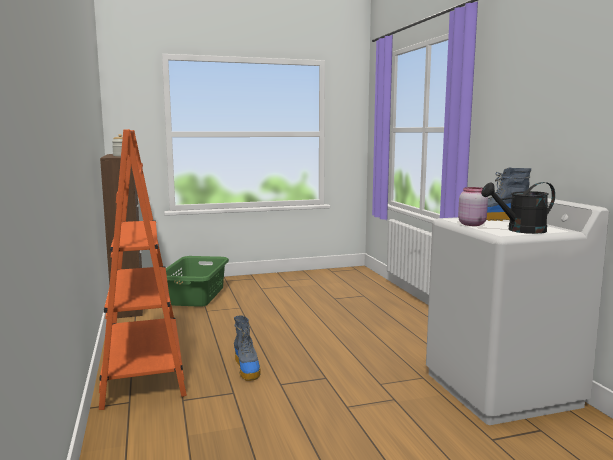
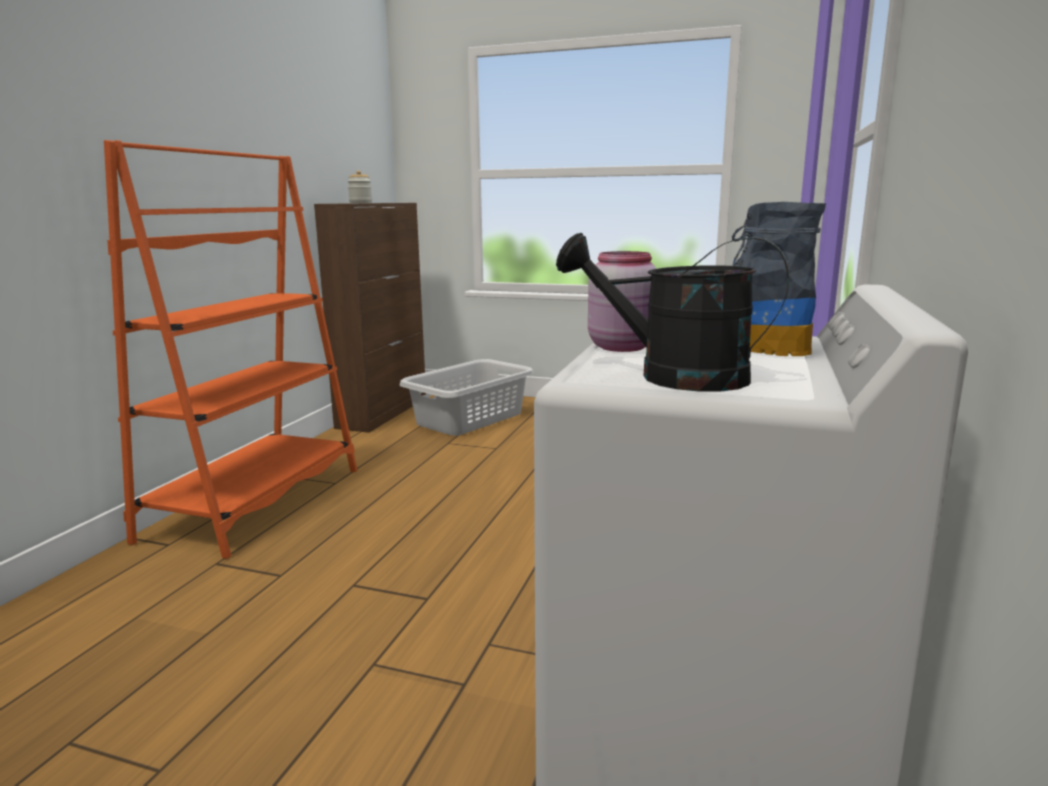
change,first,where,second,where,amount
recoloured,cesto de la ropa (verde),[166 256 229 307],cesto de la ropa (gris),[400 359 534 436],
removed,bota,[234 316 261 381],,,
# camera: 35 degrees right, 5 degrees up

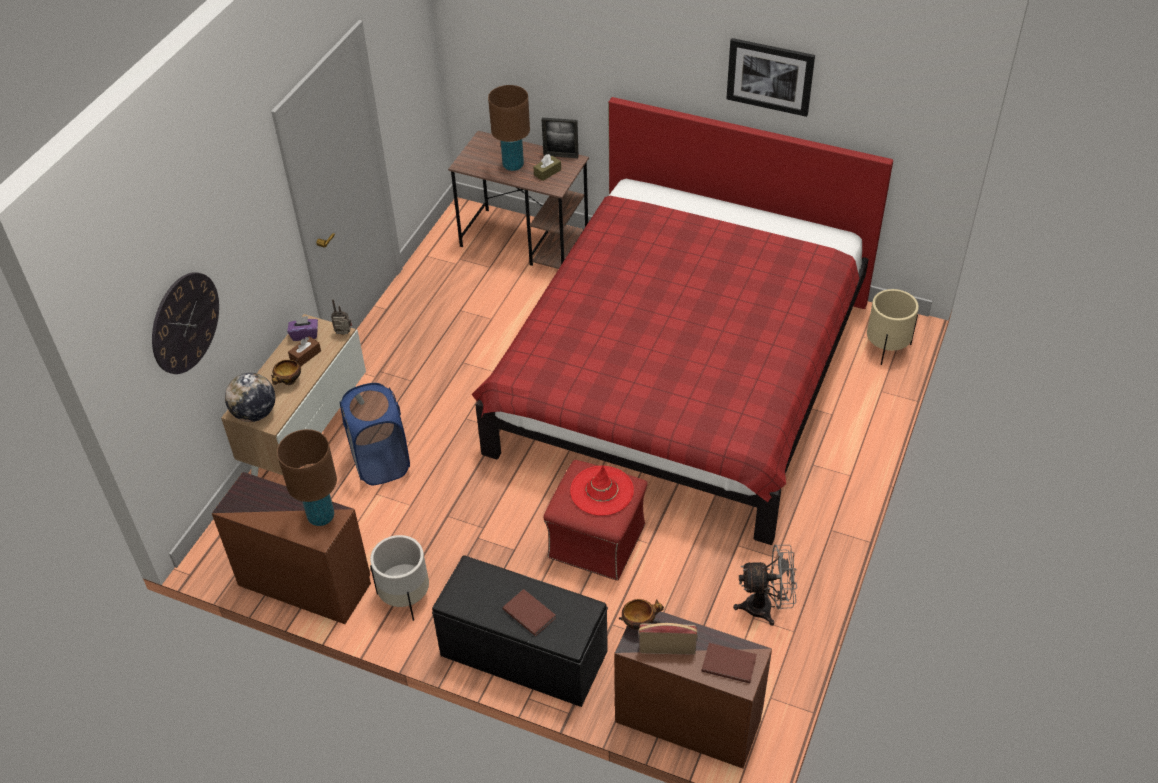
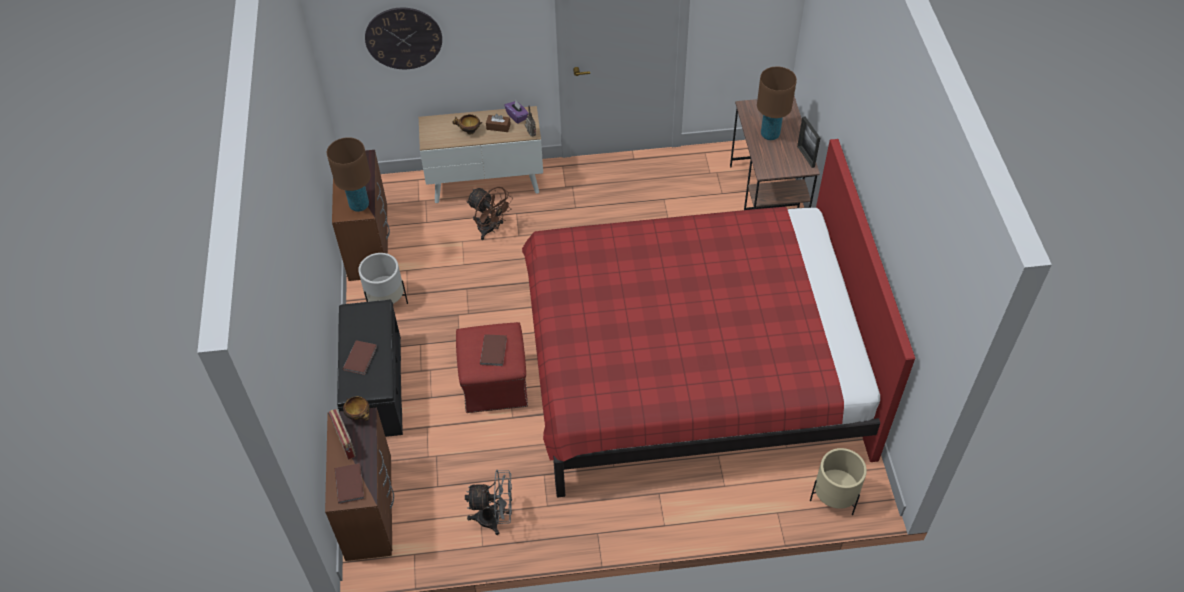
change,first,where,second,where,amount
removed,cuadro,[726 38 815 117],,,
removed,caja de pañuelos (marrón),[533 154 561 181],,,
removed,globo terráqueo,[225 373 275 422],,,
replaced,cesto de la ropa (azul),[340 383 410 485],ventilador (marrón),[466 187 513 240],
replaced,sombrero (rojo),[570 465 634 516],libro (marrón),[480 334 507 366],
turned,ventilador (gris),[733 545 797 626],,[465 470 512 535],60 degrees counterclockwise
# camera: 60 degrees right, 5 degrees up

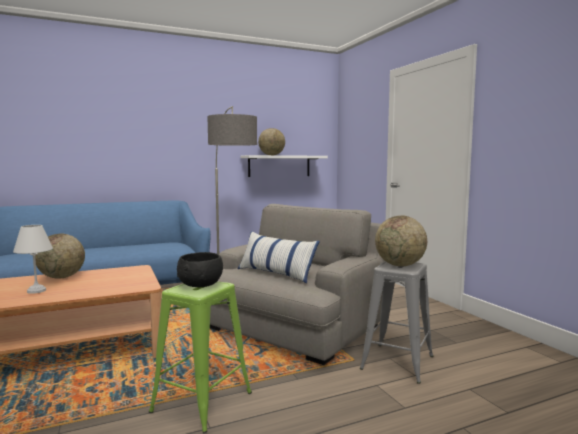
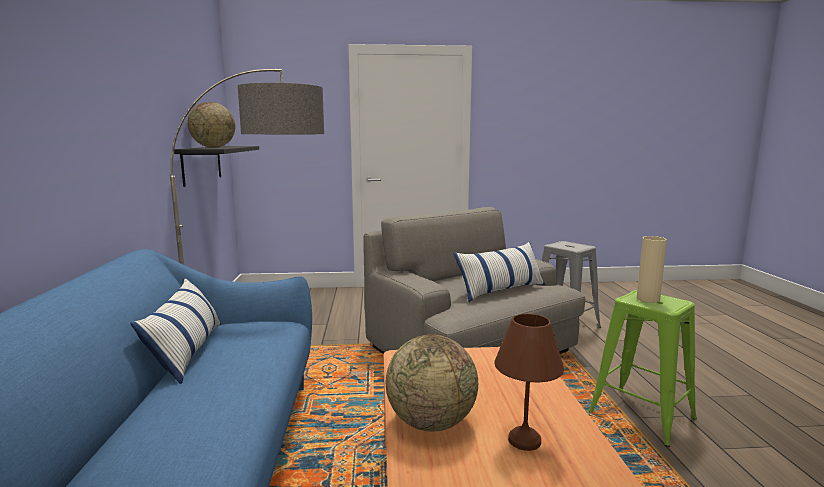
change,first,where,second,where,amount
recoloured,estante (blanco),[240 155 328 177],estante (negro),[174 146 259 187],
removed,globo terráqueo,[375 216 427 266],,,
recoloured,lámpara de mesa (blanco),[13 225 53 294],lámpara de mesa (marrón),[494 314 564 451],
replaced,cuenco (negro),[177 252 223 287],florero (beis),[637 236 667 303],
added,,,cojín,[130 278 221 384],
# camera: 70 degrees left, 5 degrees up

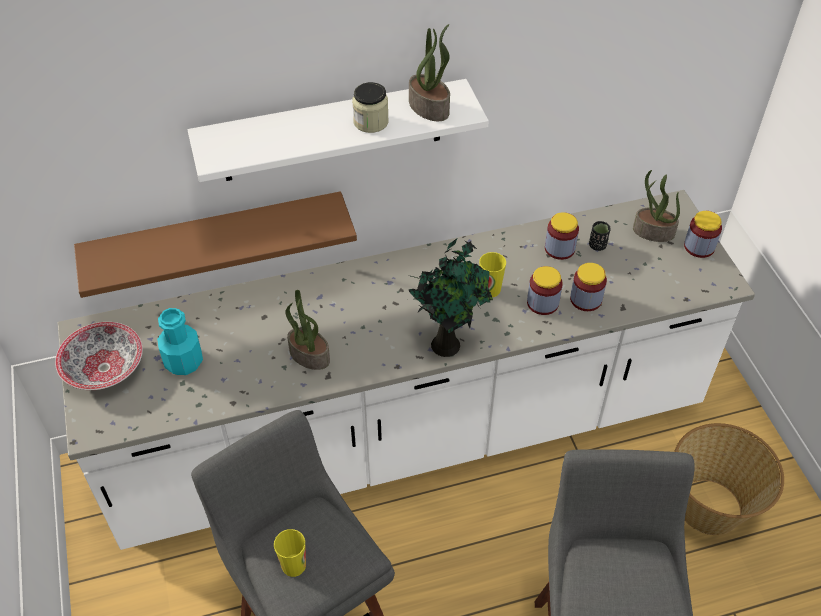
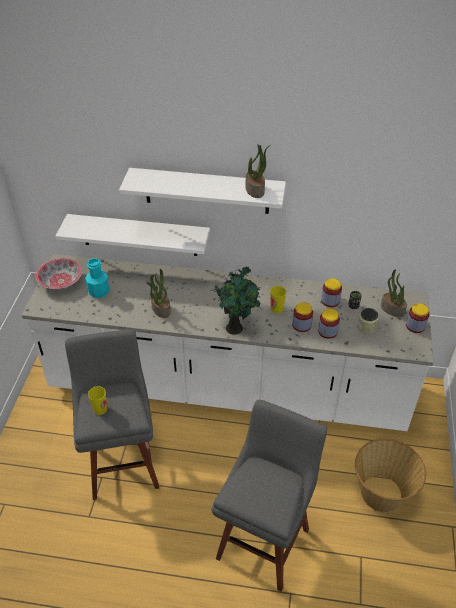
change,first,where,second,where,amount
moved,tarro,[352 82 389 133],,[357 308 378 334],
recoloured,estante (marrón),[74 191 357 298],estante (blanco),[55 214 210 256],
# camera: 25 degrees right, 5 degrees down

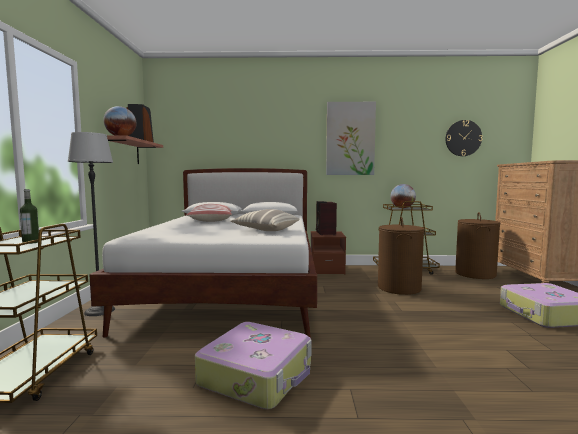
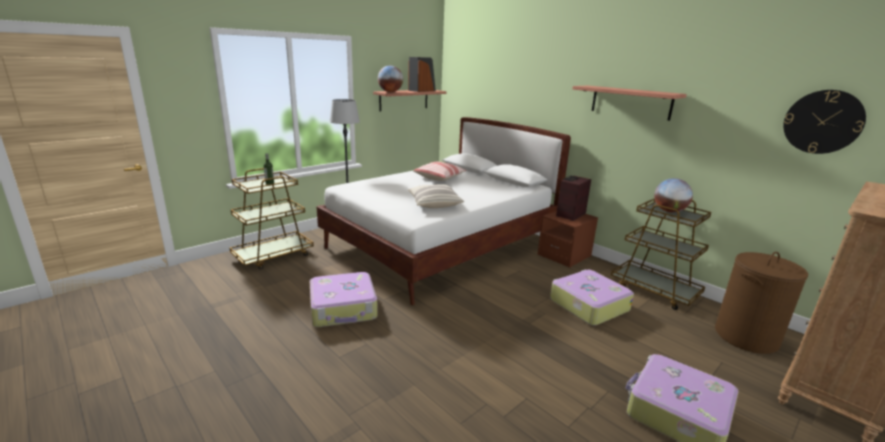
change,first,where,second,where,amount
replaced,cuadro,[326 102 376 175],estante,[572 86 687 121],
replaced,cesto de la ropa (marrón),[378 217 425 295],maleta,[550 270 634 326],
# camera: 45 degrees right, 15 degrees up

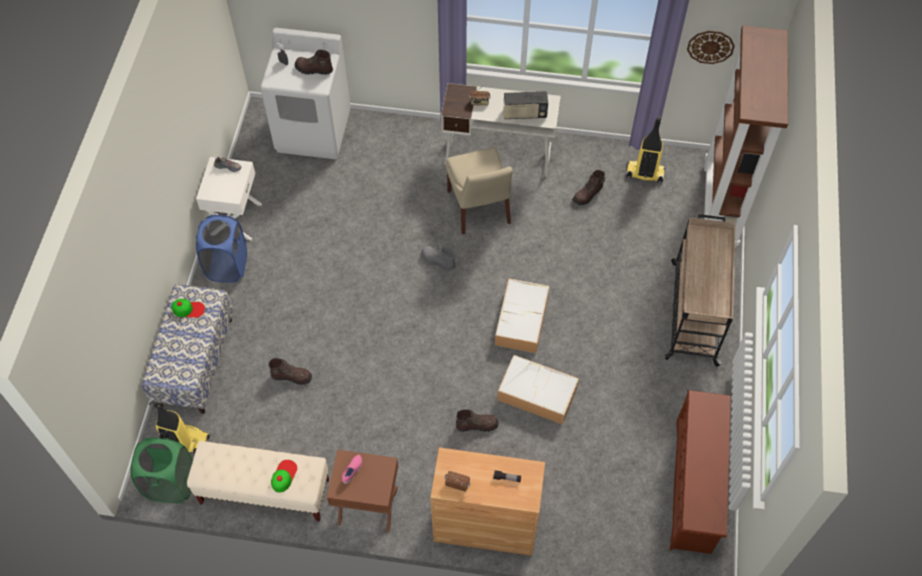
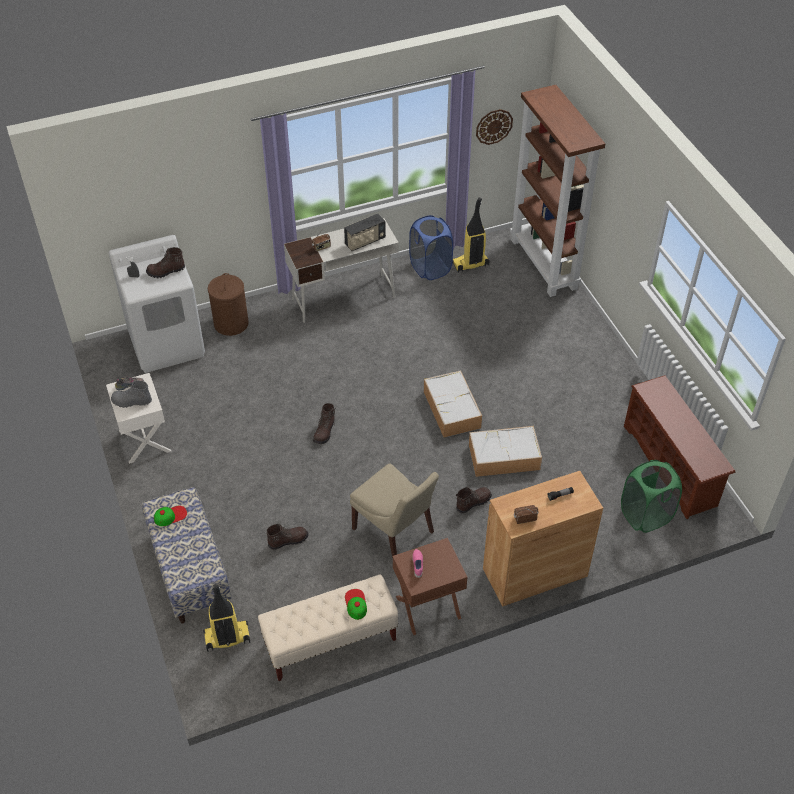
change,first,where,second,where,amount
moved,silla (beis),[446 148 513 235],,[350 463 439 558],
moved,bota (marrón),[572 170 606 205],,[313 403 335 444],
removed,carrito (beis),[665 214 736 367],,,
moved,cesto de la ropa (azul),[196 215 247 283],,[409 215 453 280],
moved,bota (gris),[421 246 456 271],,[111 381 152 408],
moved,cesto de la ropa (verde),[130 437 193 503],,[621 460 682 533],
added,,,cesto de la ropa (marrón),[208 273 249 336],
# camera: 30 degrees left, 10 degrees down

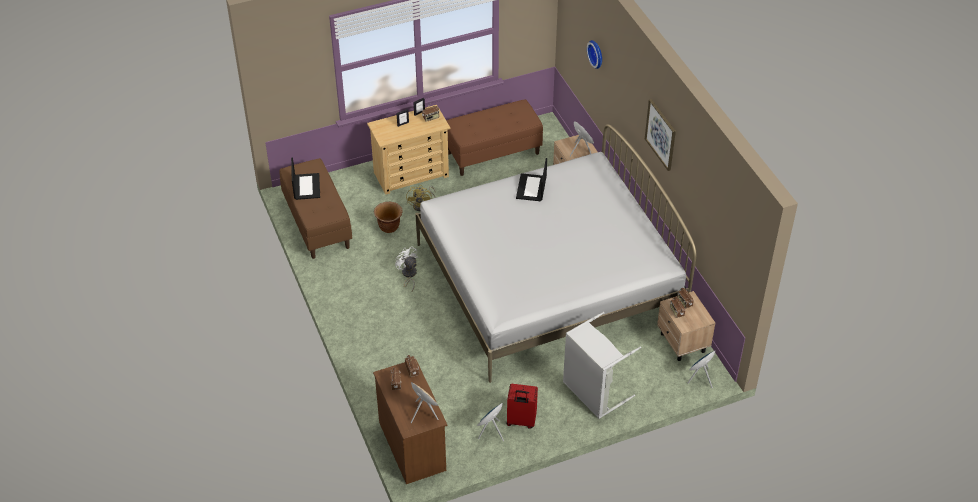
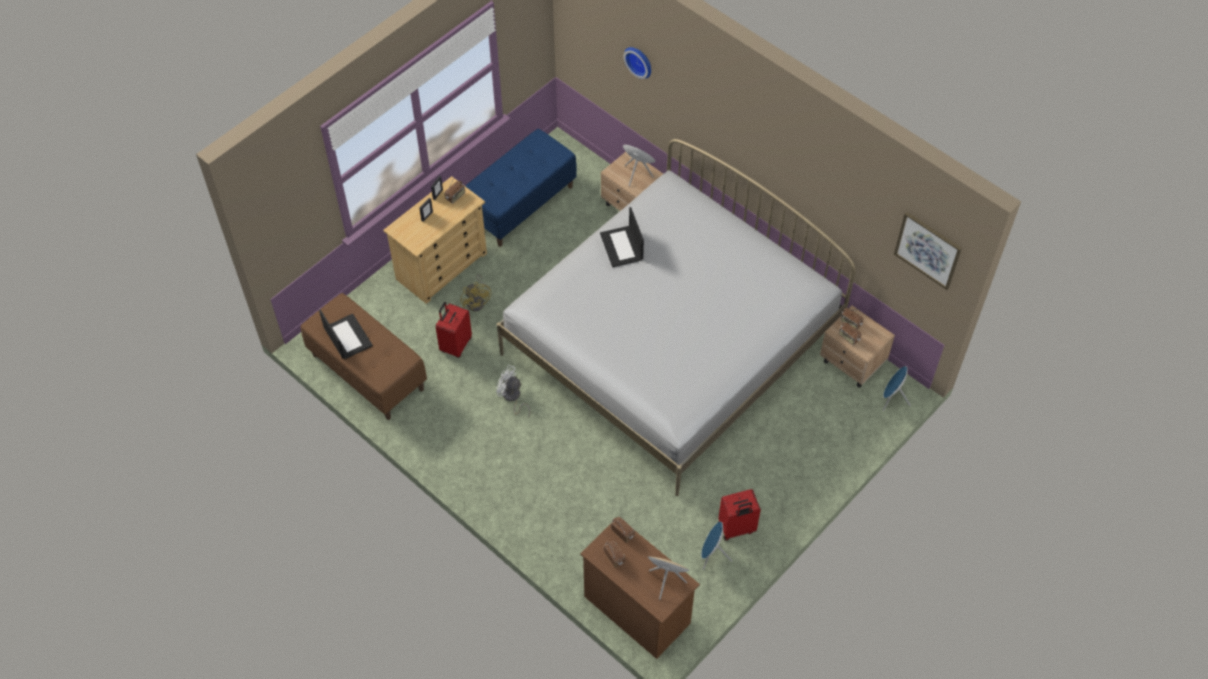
change,first,where,second,where,amount
recoloured,banco (marrón),[446 99 543 176],banco (azul),[465 129 577 247],
moved,cuadro,[645 99 676 171],,[894 212 962 290],
replaced,maceta (marrón),[374 202 403 233],maleta (rojo),[436 302 472 358],
removed,cesto de la ropa (gris),[563 312 641 419],,,
# camera: 25 degrees left, 10 degrees up

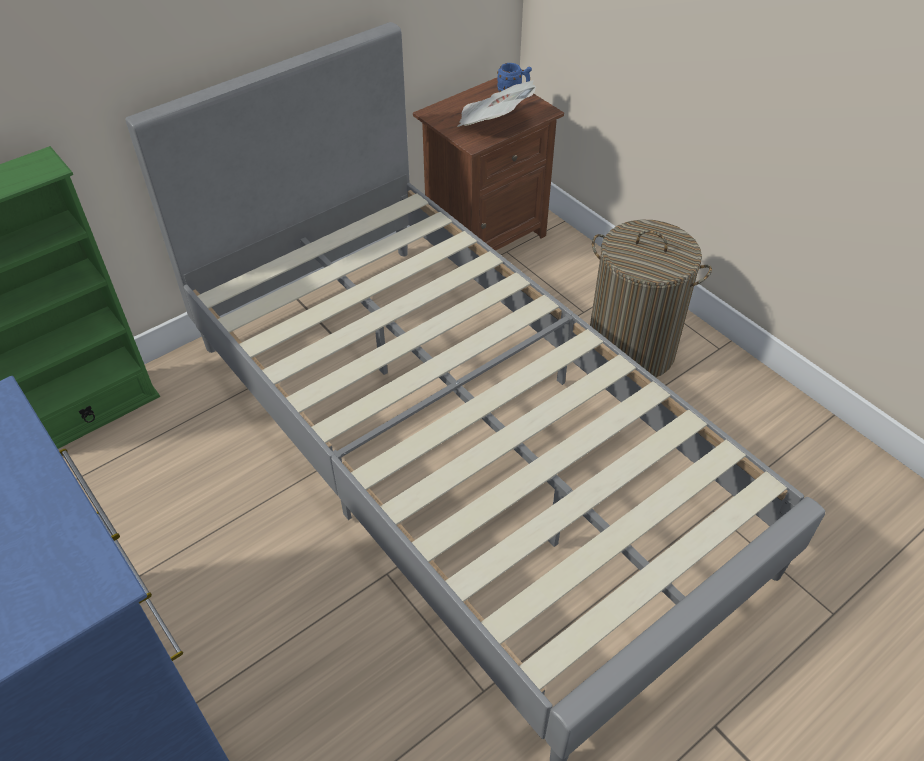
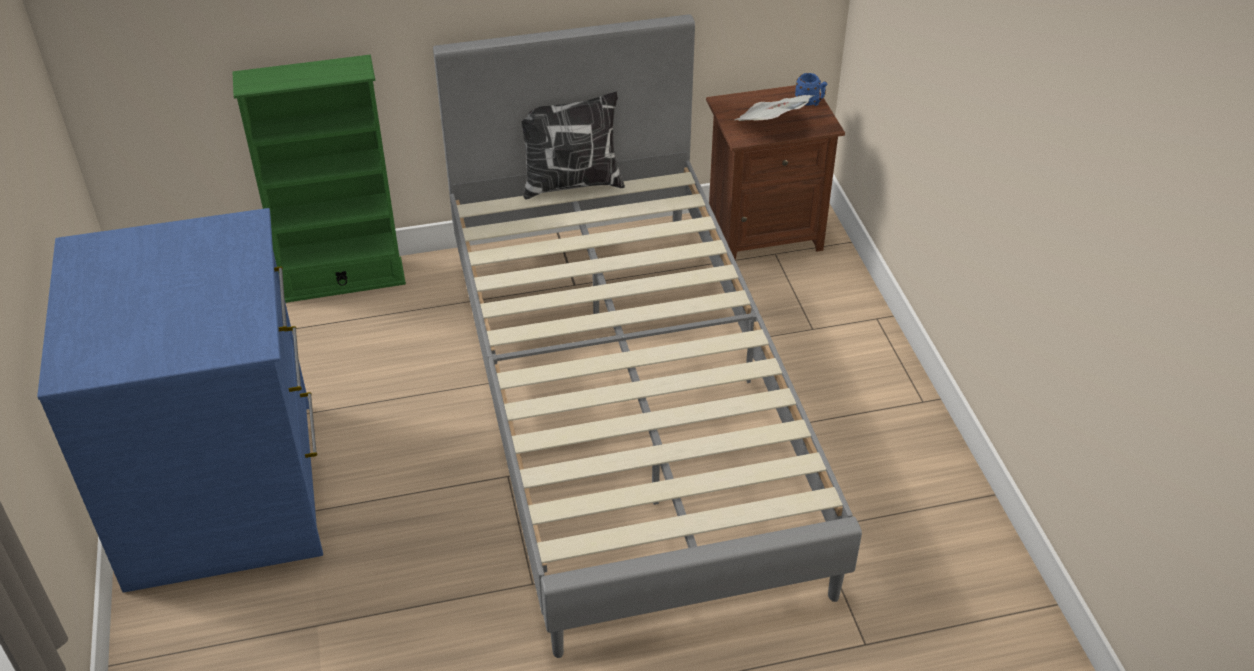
change,first,where,second,where,amount
removed,cesto de la ropa,[590 220 712 377],,,
added,,,cojín,[521 91 625 199],
# camera: 25 degrees right, 5 degrees down

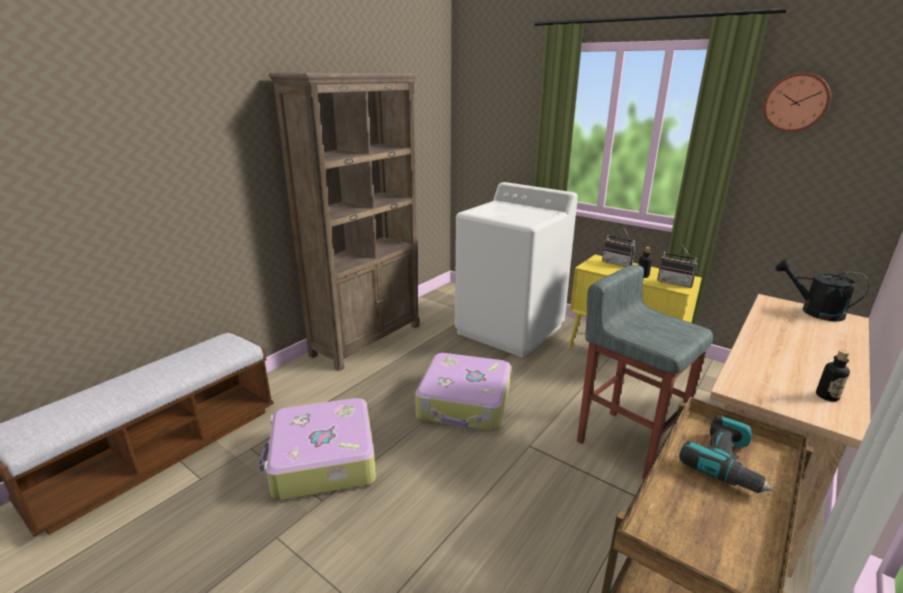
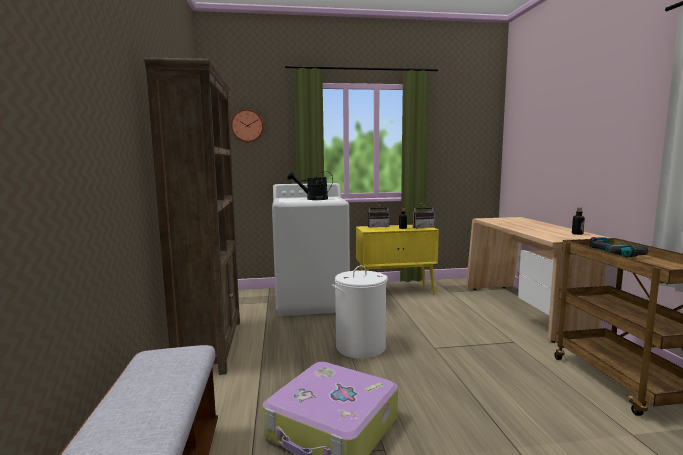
change,first,where,second,where,amount
moved,reloj de pared,[763 73 831 132],,[231 109 264 142],
moved,regadera (negro),[775 259 869 321],,[287 171 333 200],
removed,taburete (gris),[577 265 713 480],,,
replaced,maleta,[415 353 511 431],cesto de la ropa (blanco),[332 265 388 359],
# camera: 45 degrees left, 15 degrees down

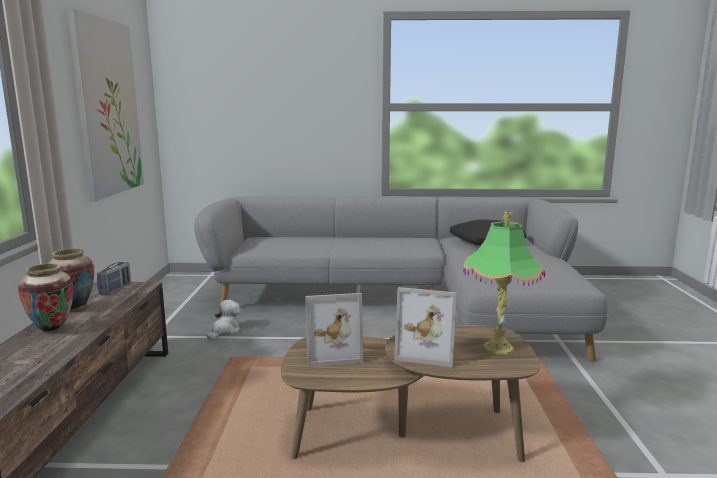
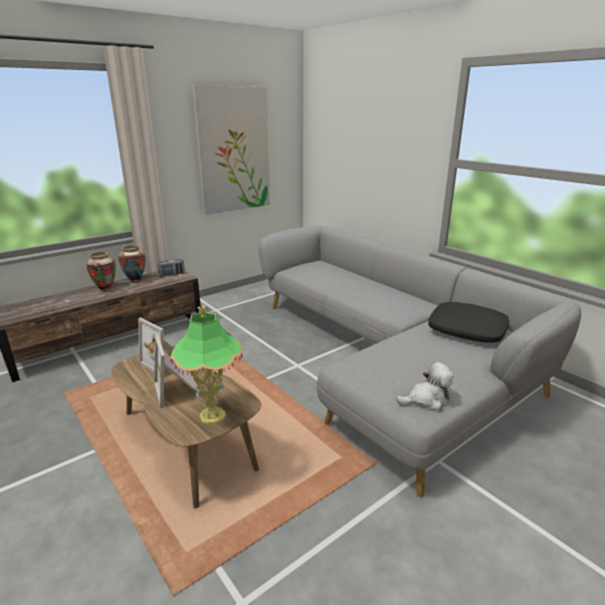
change,first,where,second,where,amount
moved,peluche,[207 300 241 340],,[396 362 454 410],
# camera: 50 degrees right, 10 degrees up

